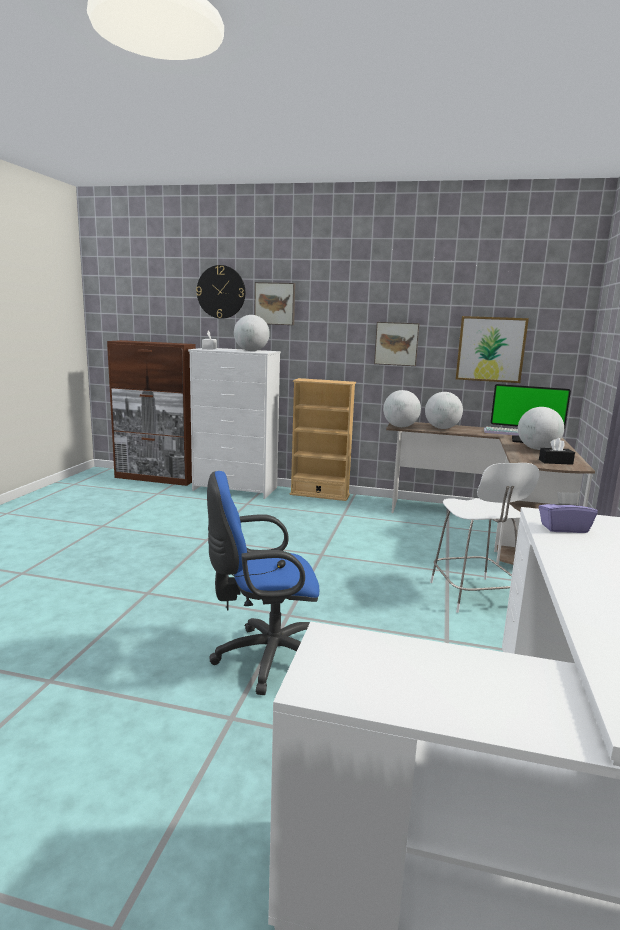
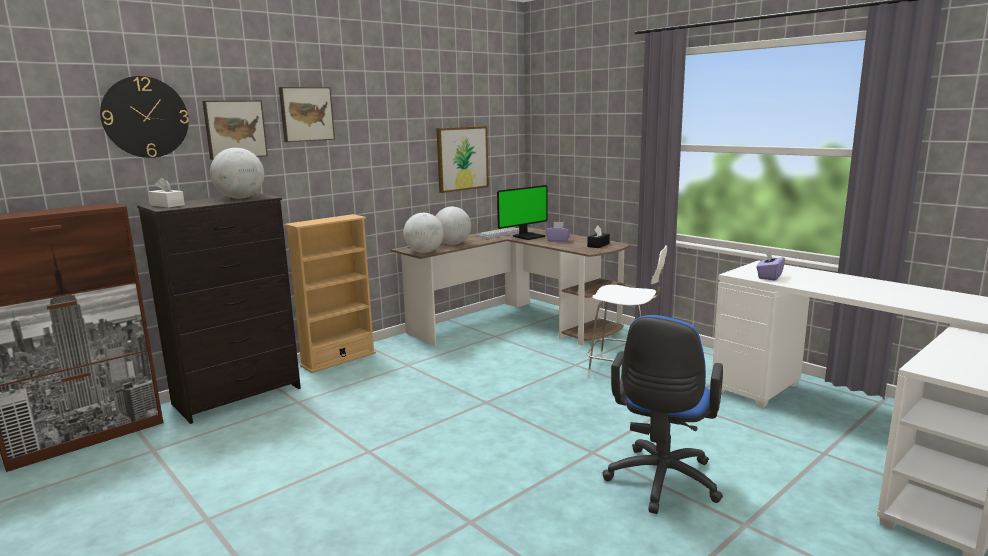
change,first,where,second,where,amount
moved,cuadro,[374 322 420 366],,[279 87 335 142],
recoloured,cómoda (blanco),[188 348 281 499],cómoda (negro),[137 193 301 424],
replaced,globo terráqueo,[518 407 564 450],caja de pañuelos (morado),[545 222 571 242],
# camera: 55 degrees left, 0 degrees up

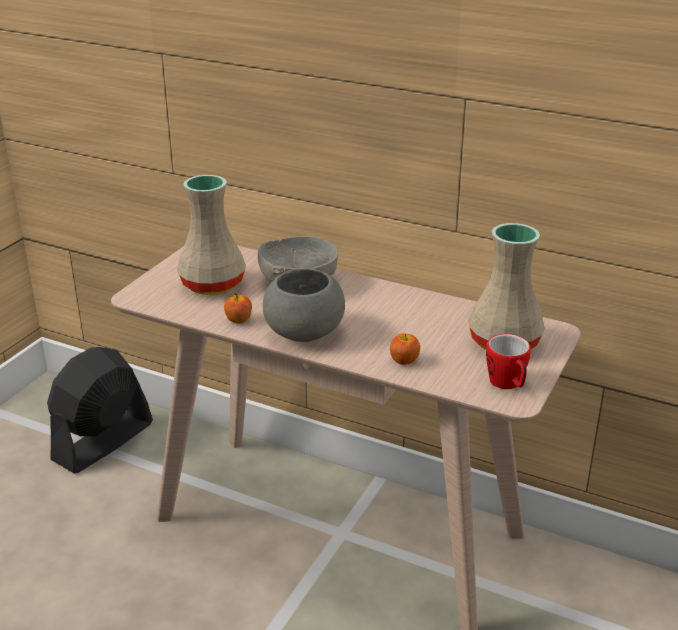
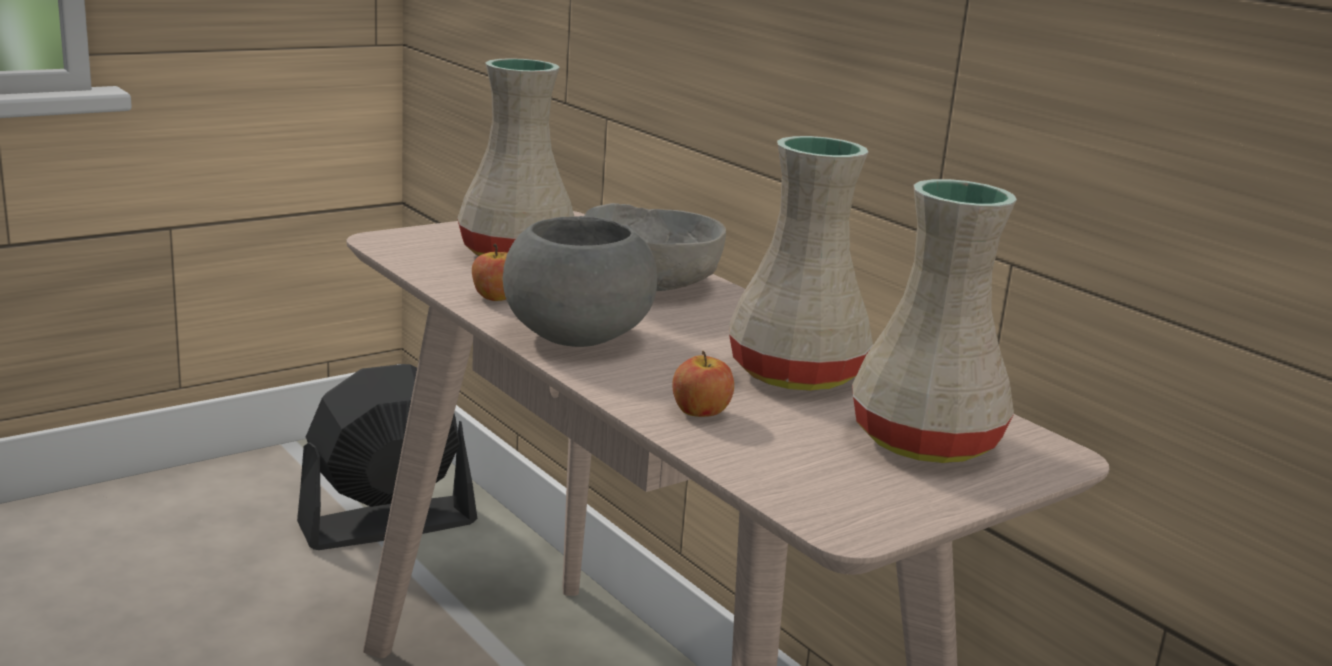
change,first,where,second,where,amount
removed,taza grande,[486 334 531 389],,,
added,,,florero (beis),[729 136 873 391],
# camera: 25 degrees right, 10 degrees down

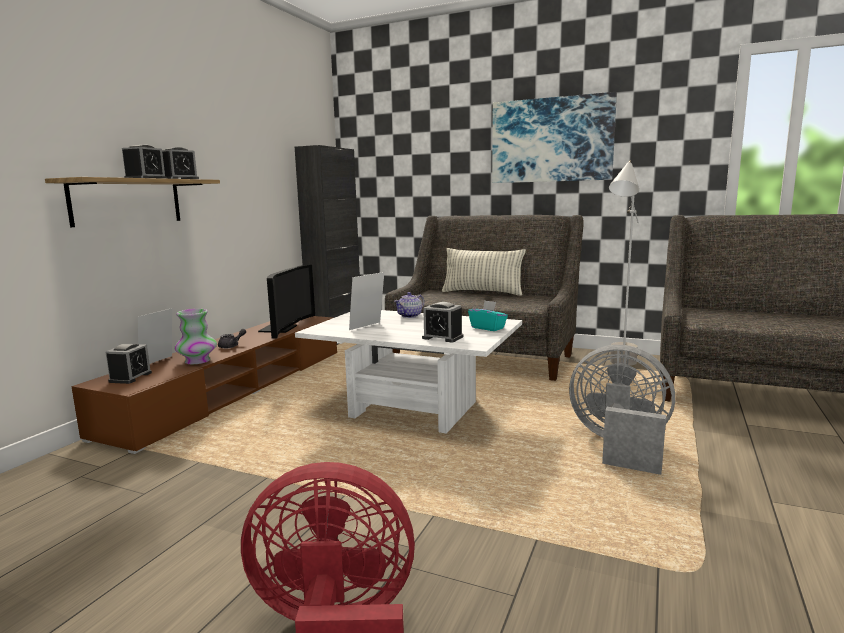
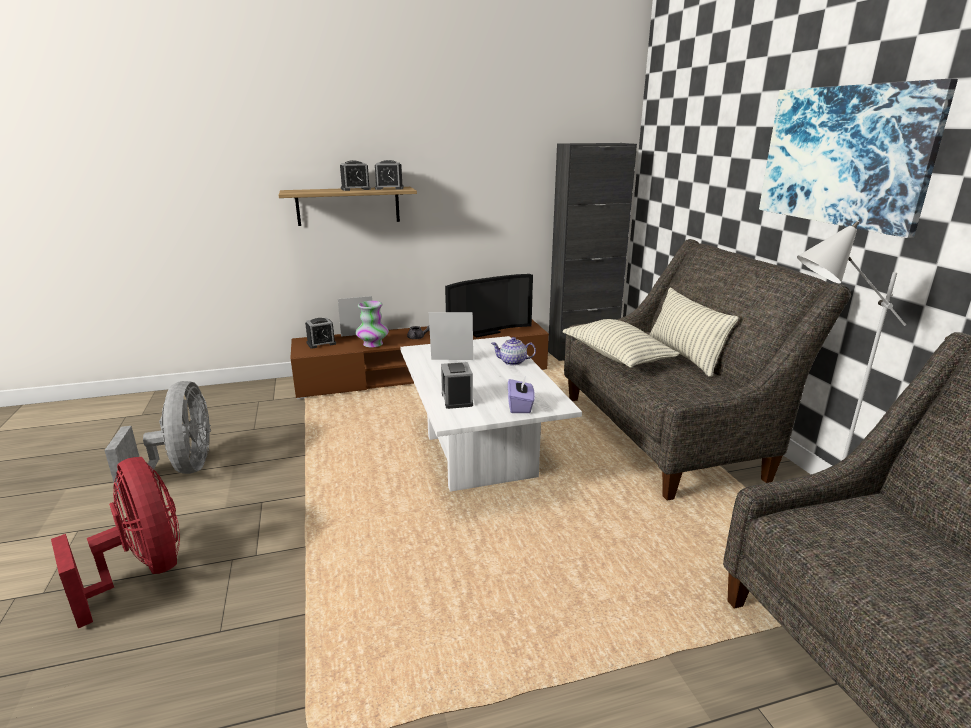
change,first,where,second,where,amount
recoloured,caja de pañuelos (turquesa),[468 301 508 331],caja de pañuelos (morado),[508 378 535 413],
moved,ventilador (gris),[569 345 675 475],,[104 381 211 494],
added,,,cojín,[563 319 680 368],
# camera: 50 degrees right, 10 degrees up

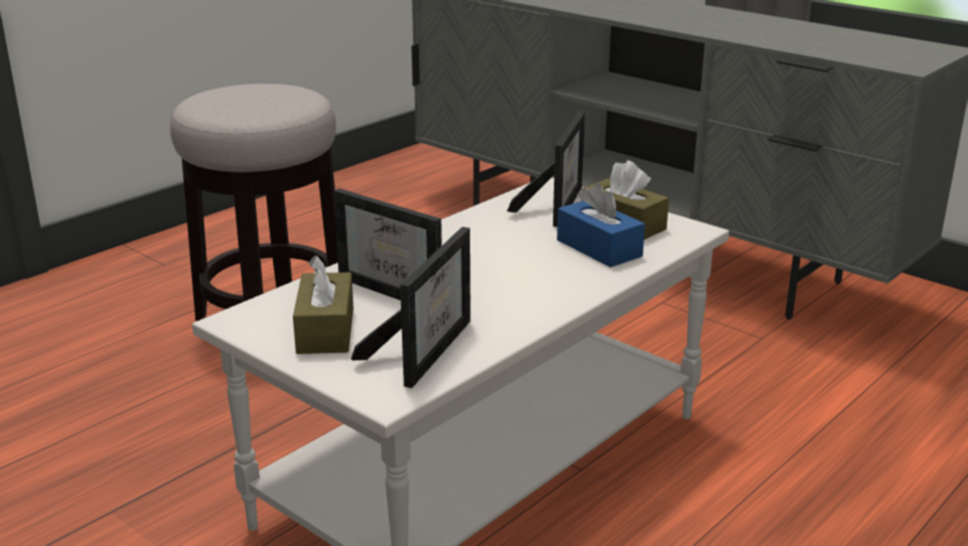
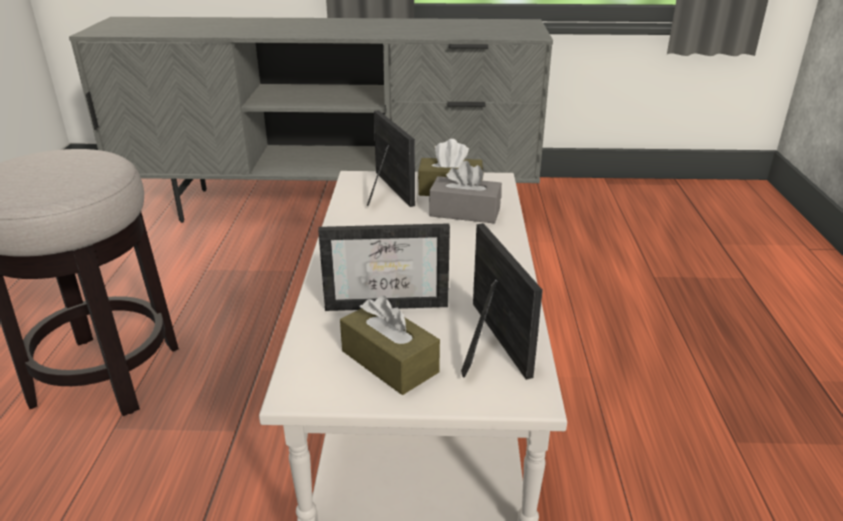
change,first,where,second,where,amount
recoloured,caja de pañuelos (azul),[557 183 645 267],caja de pañuelos (gris),[429 160 502 223],
# camera: 40 degrees left, 5 degrees up

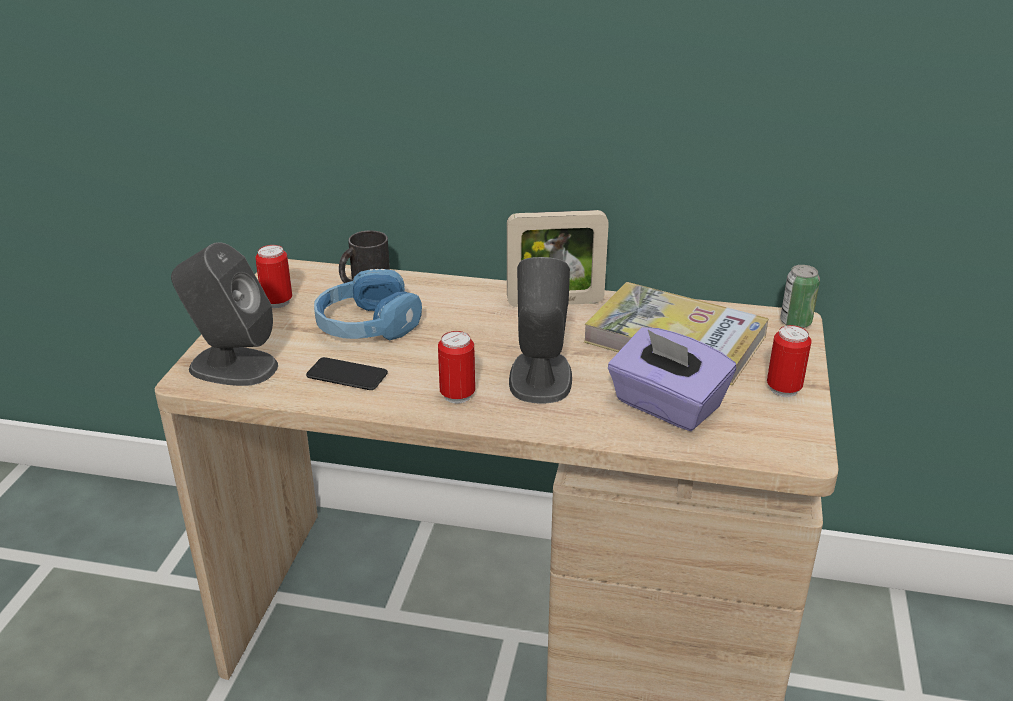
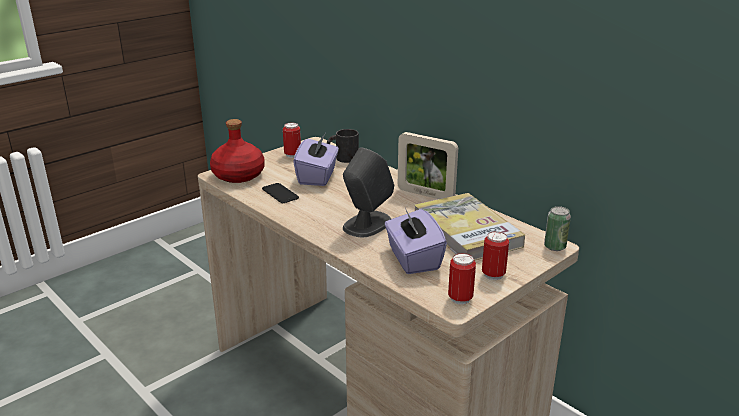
change,first,where,second,where,amount
replaced,altavoz (gris),[171 242 278 386],botella (rojo),[210 119 265 183],
replaced,auriculares (azul),[314 269 422 340],caja de pañuelos (morado),[293 134 339 186],
moved,lata,[438 331 475 403],,[448 253 476 305],
# camera: 35 degrees right, 5 degrees down

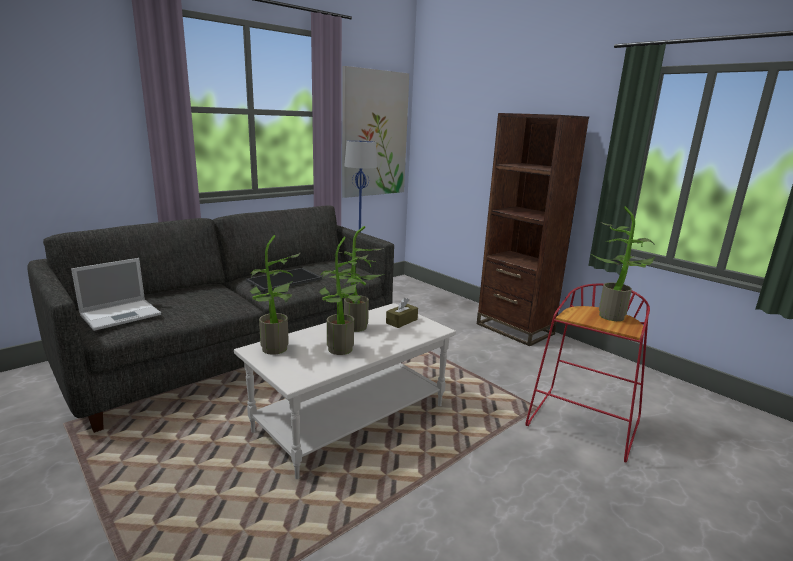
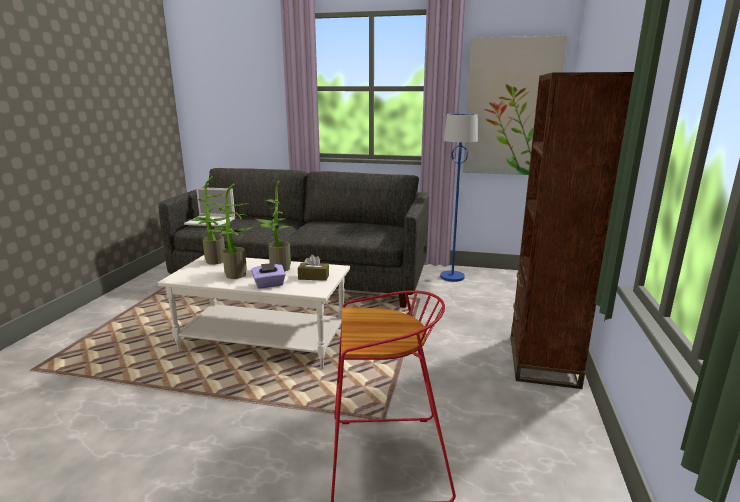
change,first,where,second,where,amount
removed,planta en maceta,[591 206 656 321],,,
removed,bandeja,[246 268 322 292],,,
added,,,caja de pañuelos (morado),[251 263 286 289],
# camera: 55 degrees right, 0 degrees up

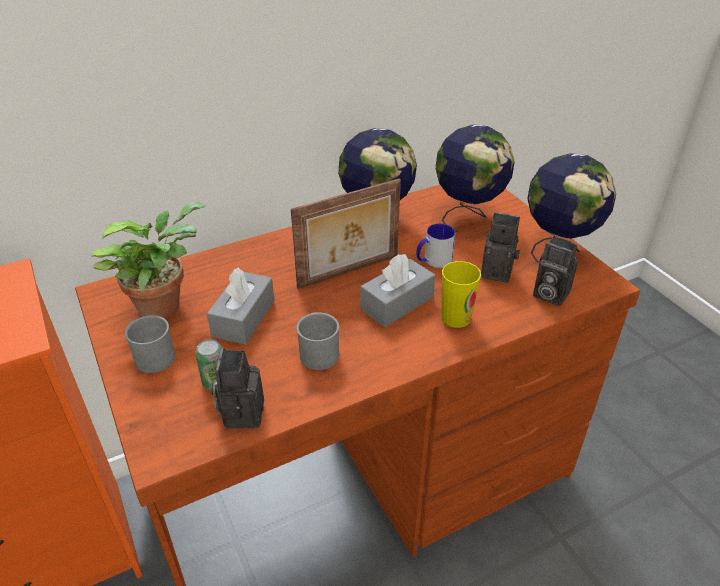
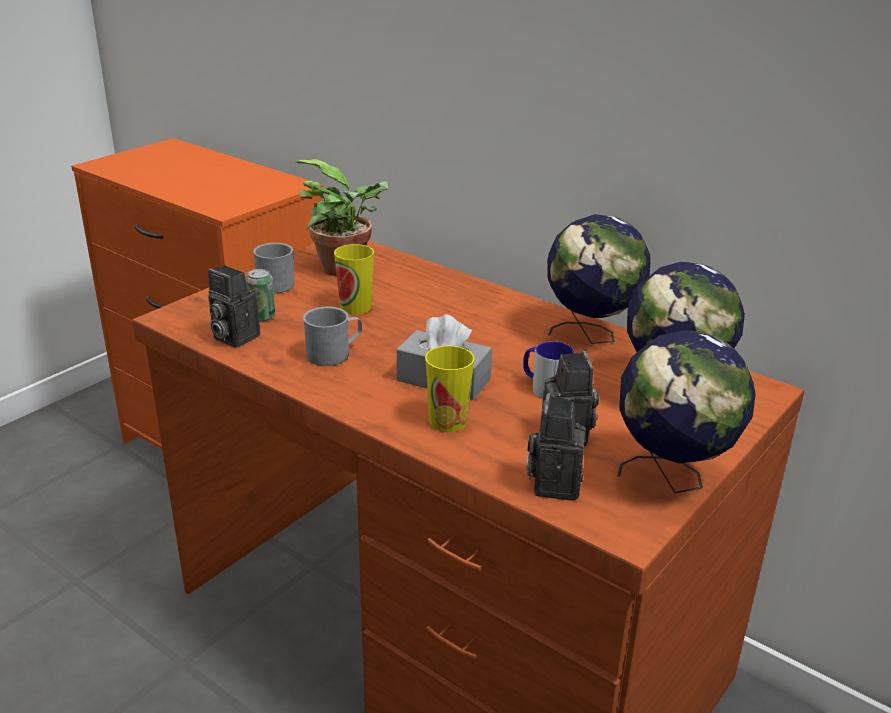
change,first,where,second,where,amount
removed,portarretratos,[291 178 401 289],,,
replaced,caja de pañuelos (gris),[207 268 274 345],taza,[334 244 374 315],
turned,cámara,[211 347 264 429],,[208 265 260 348],120 degrees counterclockwise
# camera: 65 degrees right, 10 degrees down

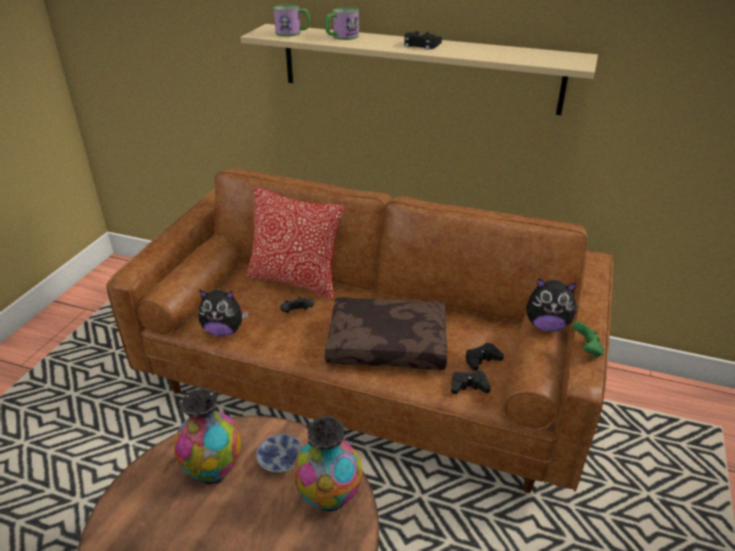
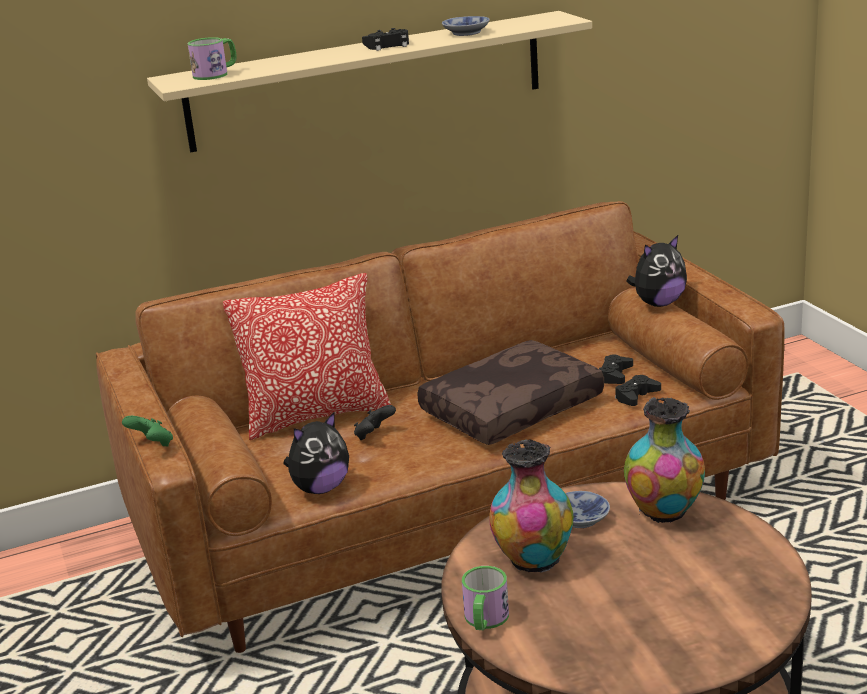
change,first,where,second,where,amount
moved,taza grande,[325 7 359 40],,[462 566 509 630],
moved,mando de consola (verde),[572 321 604 358],,[122 416 173 447],
added,,,cuenco,[442 16 490 36],
# camera: 40 degrees left, 10 degrees down

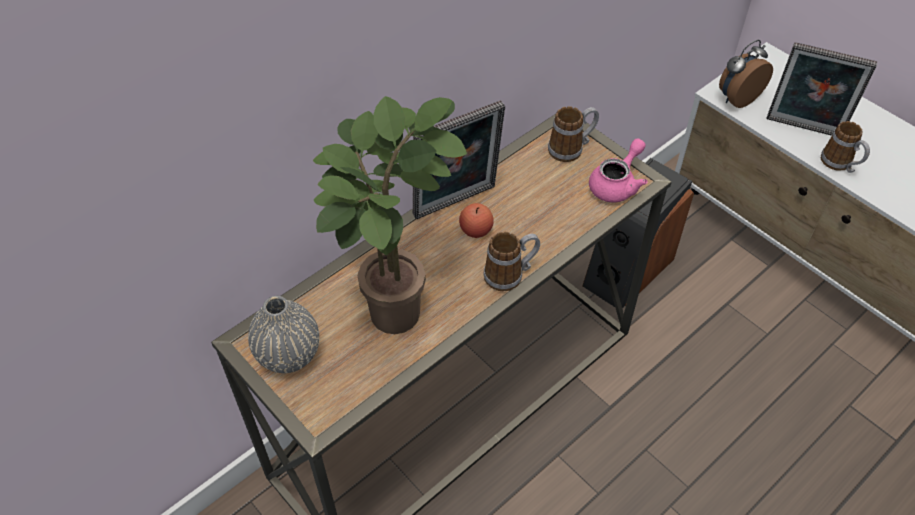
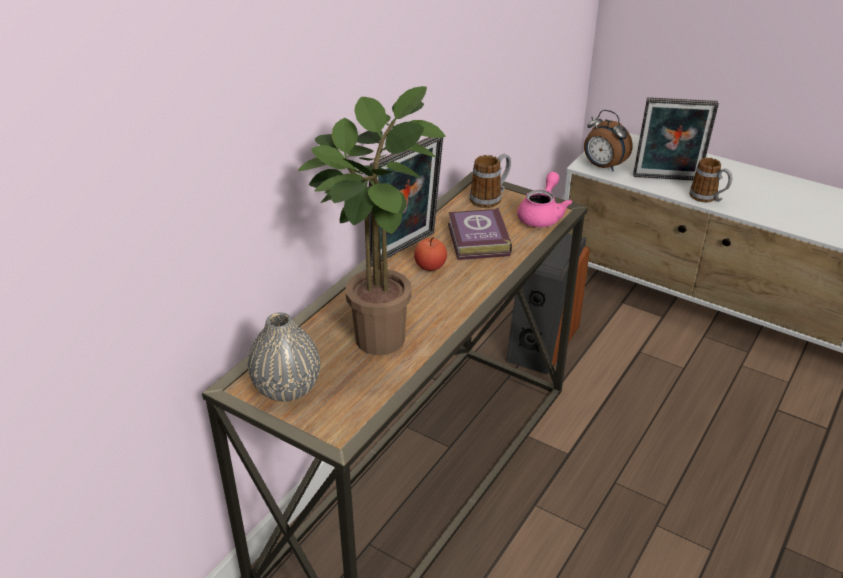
change,first,where,second,where,amount
turned,despertador,[719 40 773 108],,[584 110 633 171],90 degrees counterclockwise
removed,taza grande,[484 232 540 291],,,
added,,,libro,[448 207 512 260],
# camera: 15 degrees left, 15 degrees down

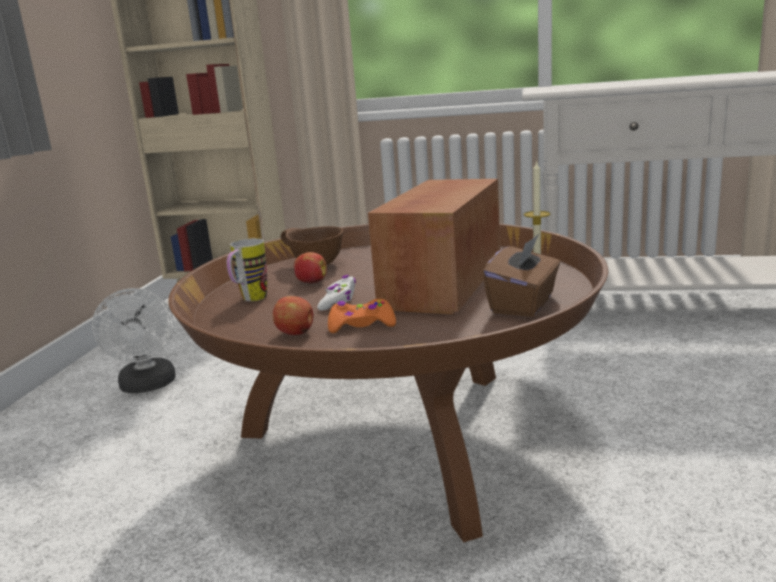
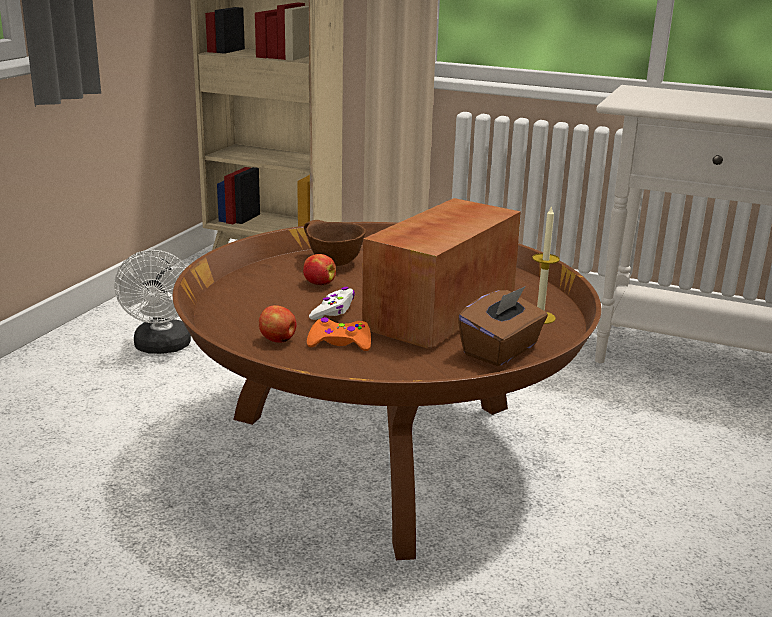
change,first,where,second,where,amount
removed,taza grande,[227 238 267 301],,,
# camera: 10 degrees right, 5 degrees up

